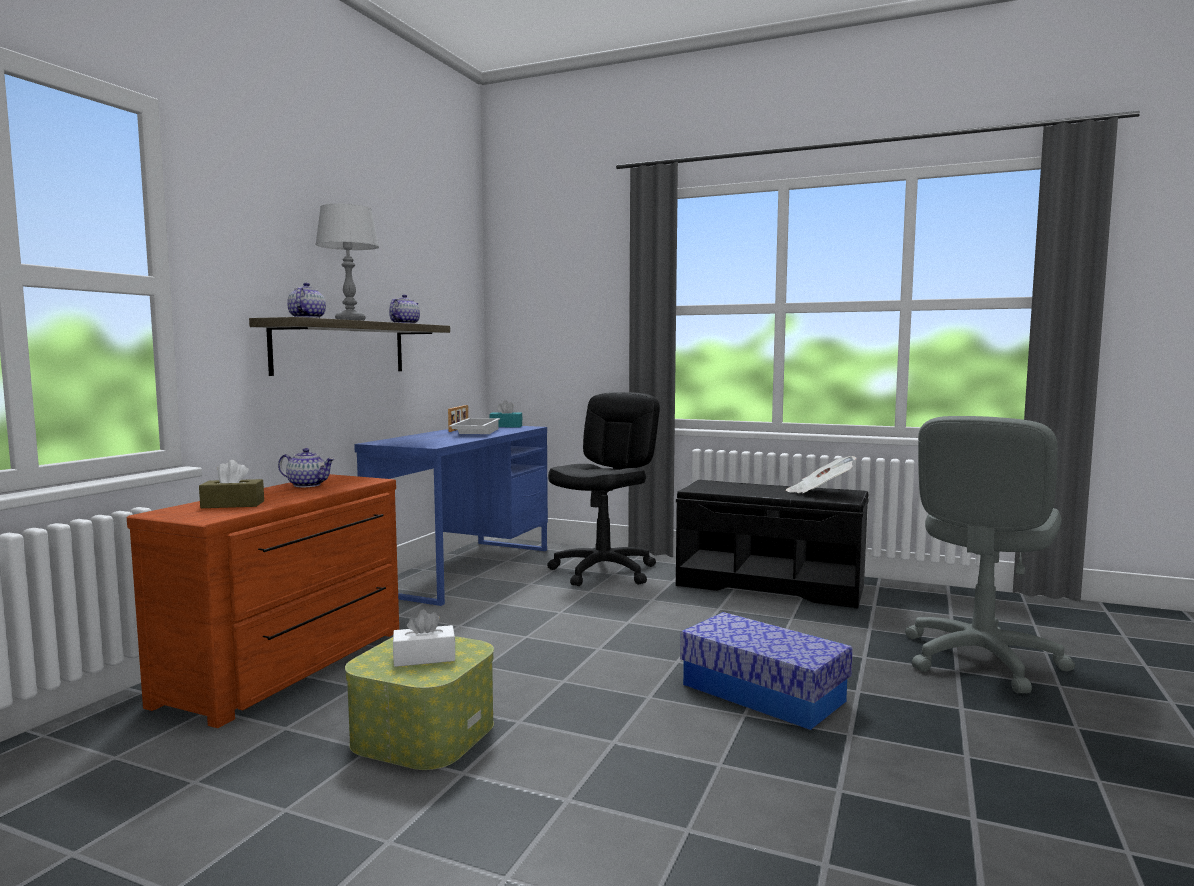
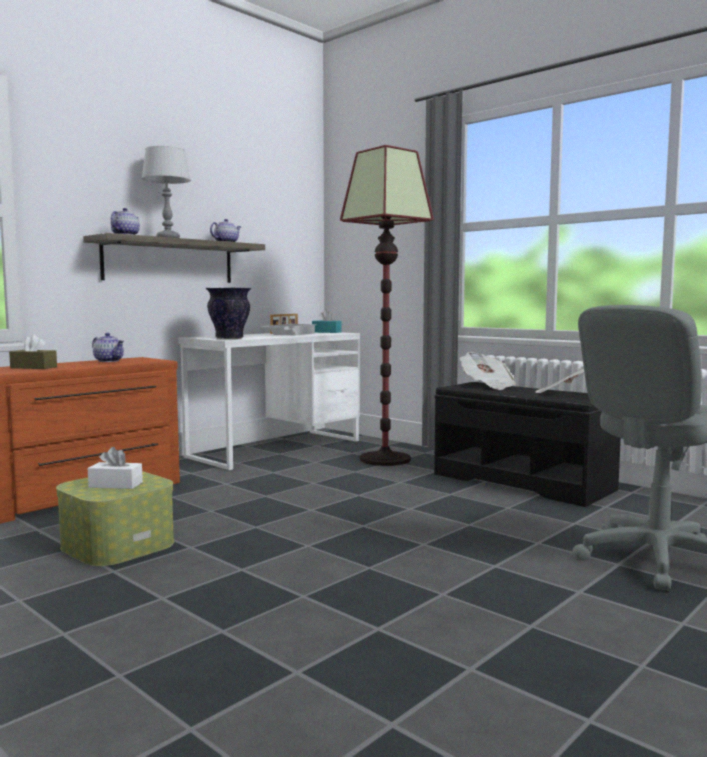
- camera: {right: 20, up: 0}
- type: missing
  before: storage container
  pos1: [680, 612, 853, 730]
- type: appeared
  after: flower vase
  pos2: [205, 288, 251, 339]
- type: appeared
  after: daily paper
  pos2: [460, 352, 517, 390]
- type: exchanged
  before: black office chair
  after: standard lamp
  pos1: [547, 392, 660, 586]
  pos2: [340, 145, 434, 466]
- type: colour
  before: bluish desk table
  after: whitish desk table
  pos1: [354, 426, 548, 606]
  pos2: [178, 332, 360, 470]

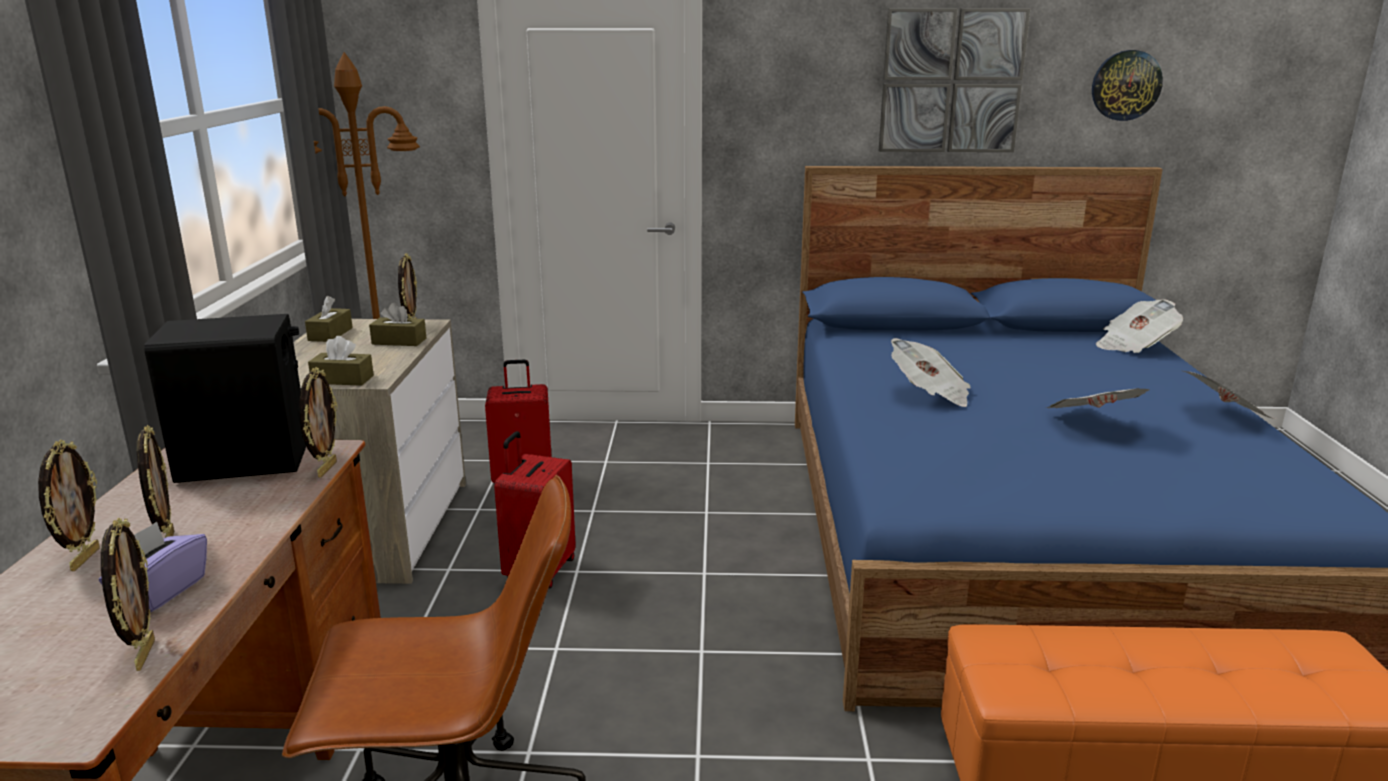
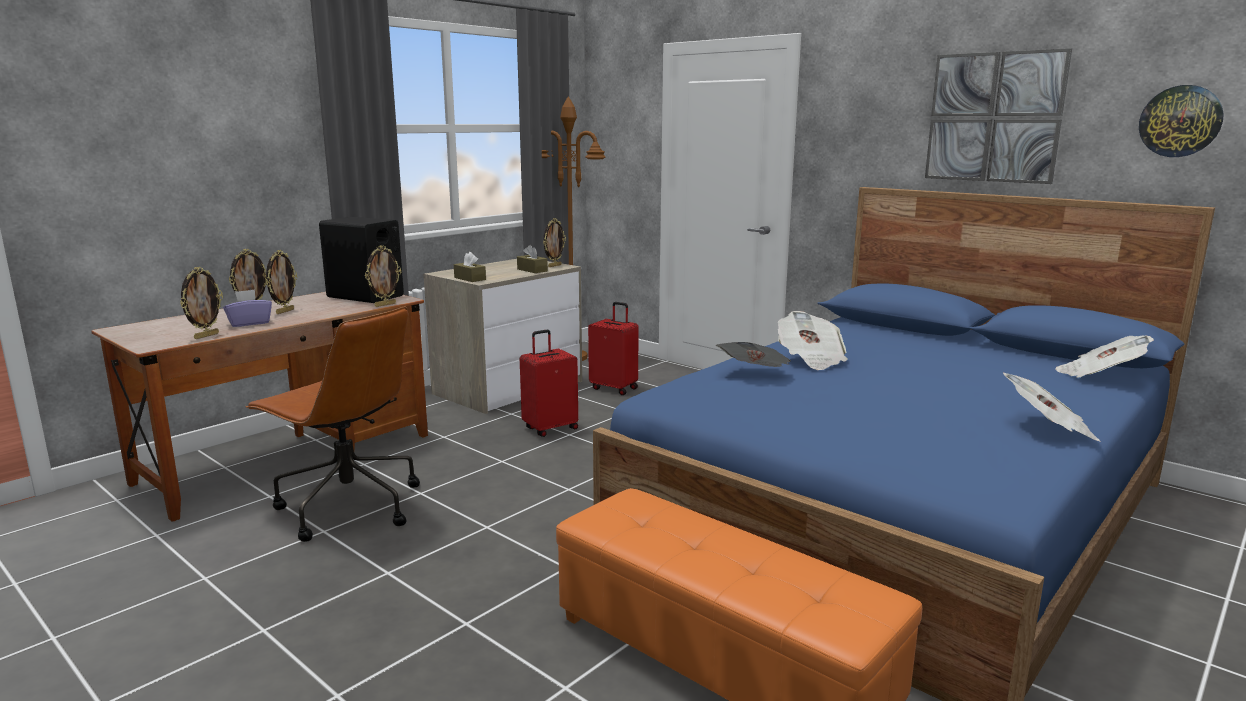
- camera: {right: 40, up: -5}
- type: missing
  before: brown-coloured box of tissues
  pos1: [305, 296, 353, 342]
- type: relocated
  before: daily paper
  pos1: [1047, 388, 1149, 408]
  pos2: [716, 342, 791, 367]

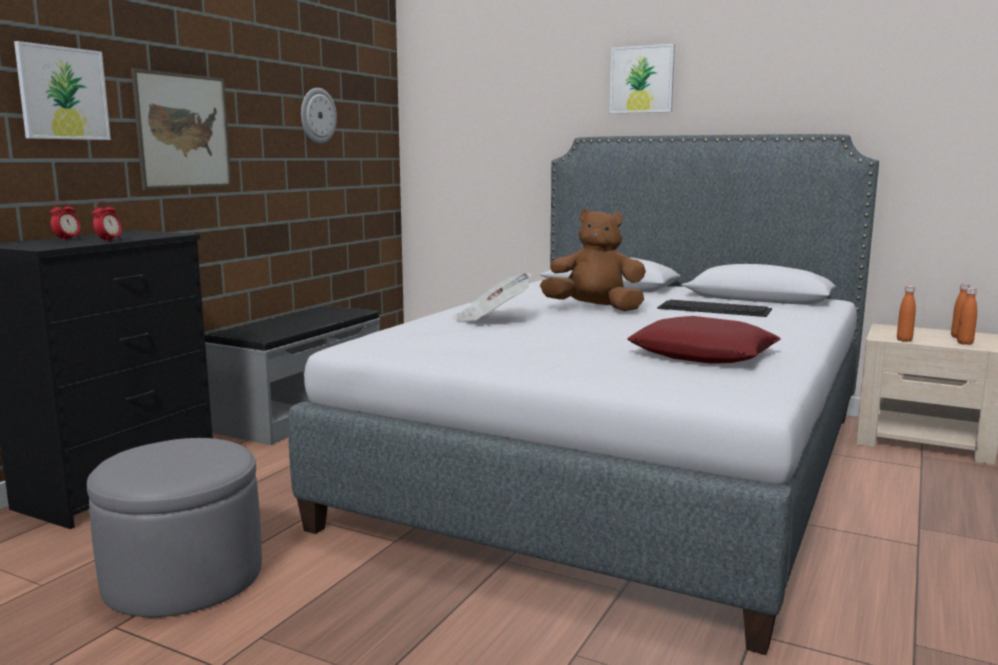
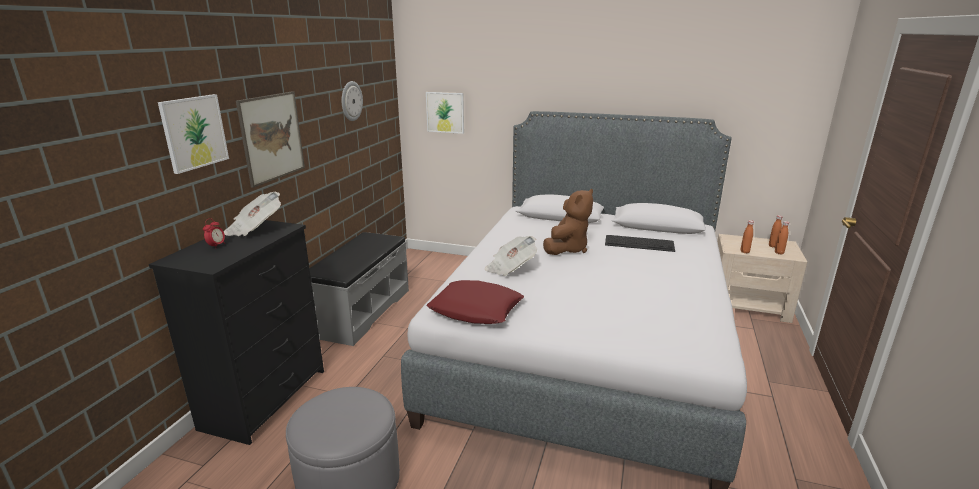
- camera: {right: -10, up: 10}
- type: missing
  before: bedside clock
  pos1: [92, 201, 122, 242]
- type: appeared
  after: daily paper
  pos2: [224, 192, 281, 236]
- type: relocated
  before: wall picture
  pos1: [609, 44, 675, 114]
  pos2: [426, 92, 464, 134]
- type: relocated
  before: reddish throw pillow
  pos1: [627, 316, 781, 364]
  pos2: [426, 280, 524, 324]
- type: spun
  before: brown-coloured cuddly toy
  pos1: [540, 209, 646, 311]
  pos2: [543, 189, 593, 255]
  turn: 120

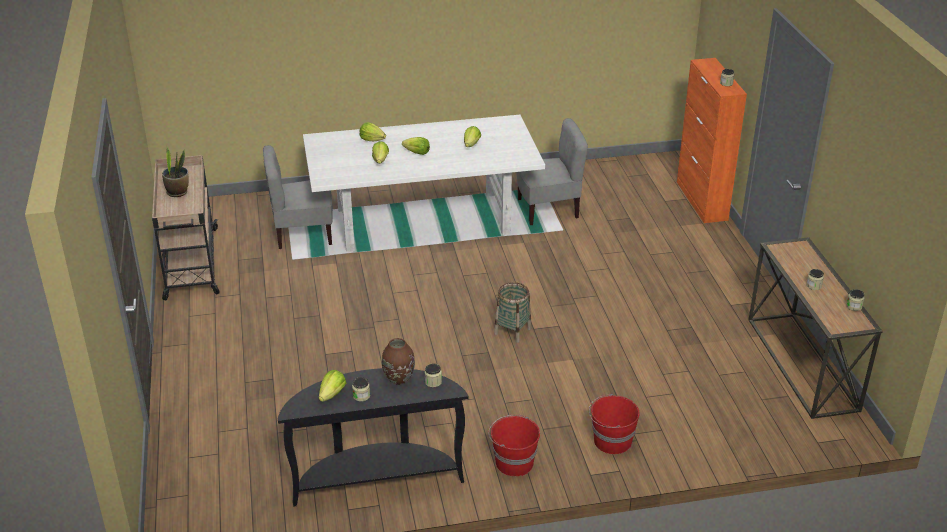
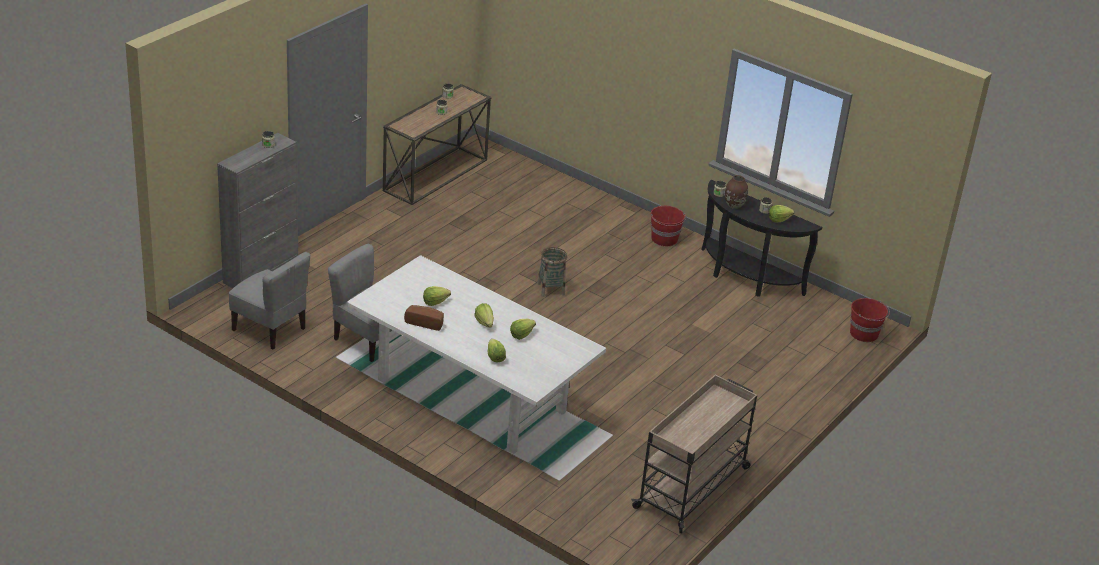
- camera: {right: -135, up: 0}
- type: missing
  before: houseplant
  pos1: [162, 147, 189, 197]
- type: appeared
  after: baked bread
  pos2: [404, 305, 444, 331]
- type: relocated
  before: greyish upright chair
  pos1: [263, 145, 333, 249]
  pos2: [229, 252, 310, 350]
- type: relocated
  before: reddish water bucket
  pos1: [589, 394, 640, 454]
  pos2: [850, 298, 890, 342]
- type: colour
  before: orange cabinet
  after: greyish cabinet
  pos1: [677, 58, 747, 223]
  pos2: [217, 133, 298, 288]

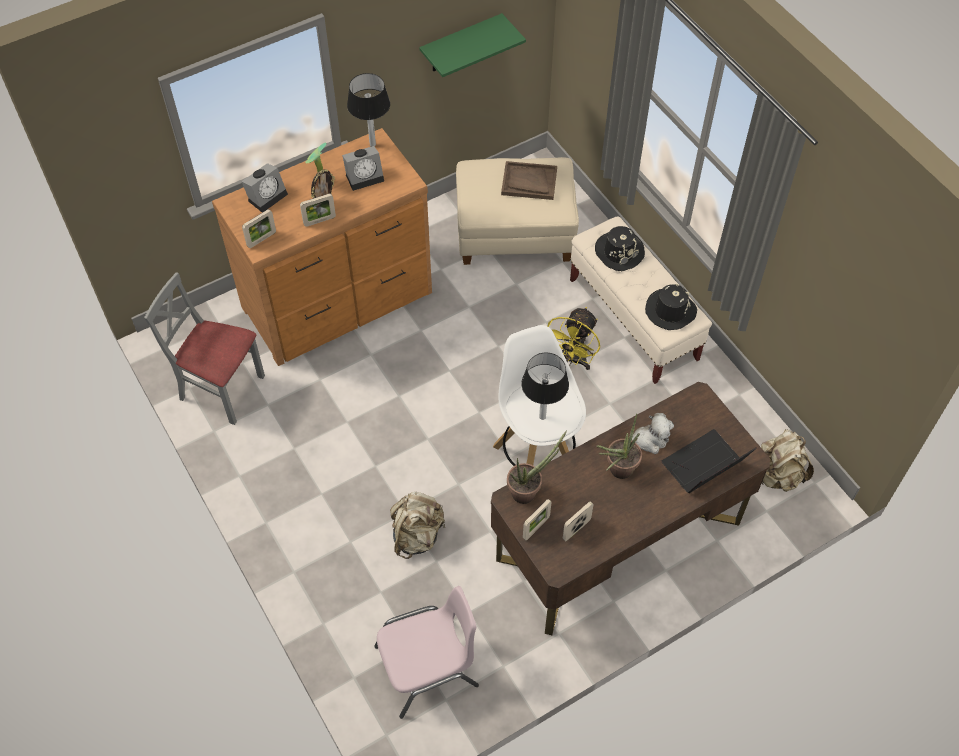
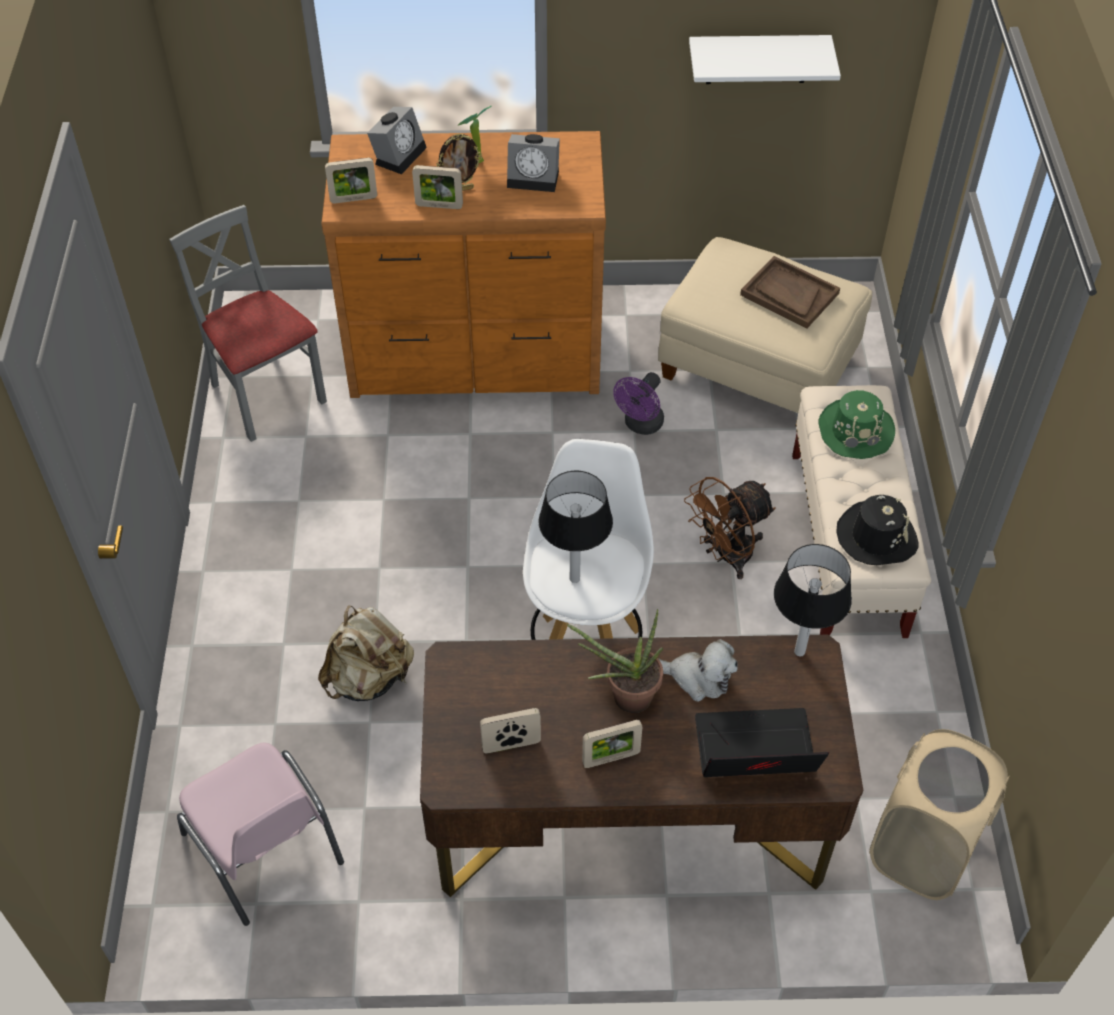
- camera: {right: 30, up: -5}
- type: missing
  before: houseplant
  pos1: [507, 430, 567, 504]
- type: appeared
  after: purplish fan
  pos2: [613, 372, 664, 435]
- type: relocated
  before: tabletop lamp
  pos1: [347, 73, 390, 147]
  pos2: [774, 544, 852, 657]
- type: relocated
  before: picture frame
  pos1: [523, 499, 551, 540]
  pos2: [582, 720, 642, 768]
- type: exchanged
  before: sand-coloured backpack
  after: sand-coloured hamper
  pos1: [761, 429, 814, 492]
  pos2: [869, 729, 1010, 900]
- type: colour
  before: greenish wall shelf
  after: whitish wall shelf
  pos1: [419, 13, 526, 77]
  pos2: [689, 35, 841, 84]
- type: colour
  before: yellow-coloured fan
  after: brown-coloured fan
  pos1: [548, 307, 600, 370]
  pos2: [684, 477, 776, 579]
- type: colour
  before: black clothing hat
  after: greenish clothing hat
  pos1: [595, 226, 645, 271]
  pos2: [819, 390, 895, 459]
- type: spun
  before: bedside clock
  pos1: [241, 163, 288, 212]
  pos2: [367, 107, 427, 174]
  turn: -45
- type: spun
  before: pink-coloured upright chair
  pos1: [374, 586, 479, 719]
  pos2: [177, 743, 344, 926]
  turn: 45

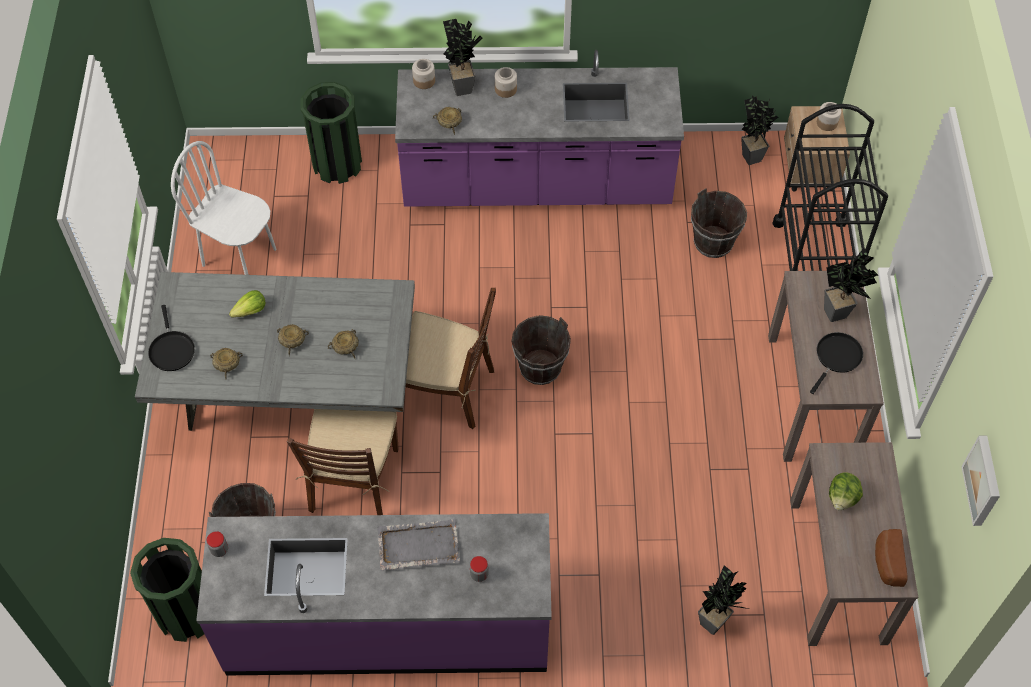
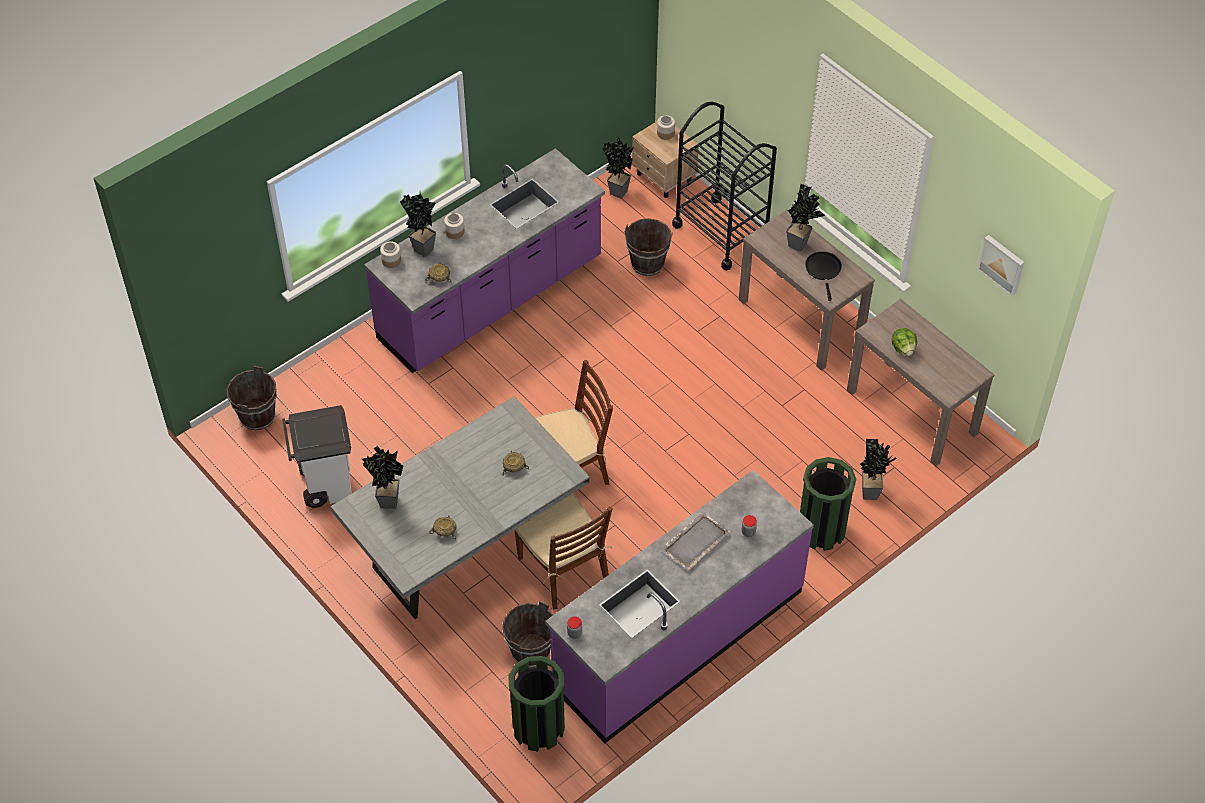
- camera: {right: -40, up: -5}
- type: missing
  before: black pan
  pos1: [148, 305, 195, 371]
- type: missing
  before: lettuce
  pos1: [229, 290, 265, 318]
- type: missing
  before: sand-coloured serving bowl
  pos1: [277, 324, 308, 356]
- type: missing
  before: baked bread
  pos1: [875, 529, 908, 587]
- type: appeared
  after: houseplant
  pos2: [362, 446, 404, 509]
- type: relocated
  before: greenish rubbish bin
  pos1: [300, 82, 362, 184]
  pos2: [800, 457, 856, 551]
- type: relocated
  before: brown-coloured water bucket
  pos1: [512, 315, 571, 385]
  pos2: [227, 366, 277, 430]
- type: exchanged
  before: whitish upright chair
  after: whitish rubbish bin
  pos1: [171, 141, 277, 275]
  pos2: [282, 405, 352, 508]

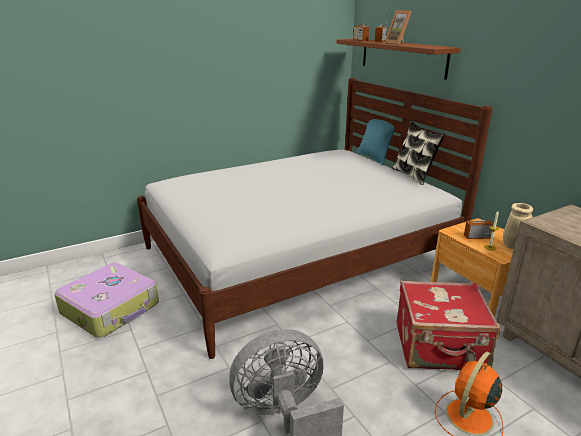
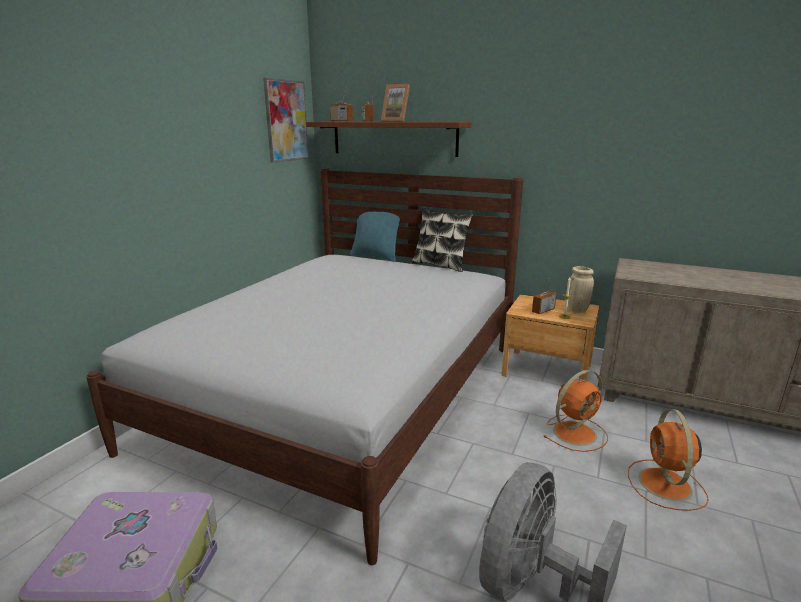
- camera: {right: -35, up: -5}
- type: appeared
  after: wall picture
  pos2: [263, 78, 309, 163]
- type: exchanged
  before: reddish piece of luggage
  after: orange fan
  pos1: [397, 281, 501, 370]
  pos2: [544, 370, 608, 452]

